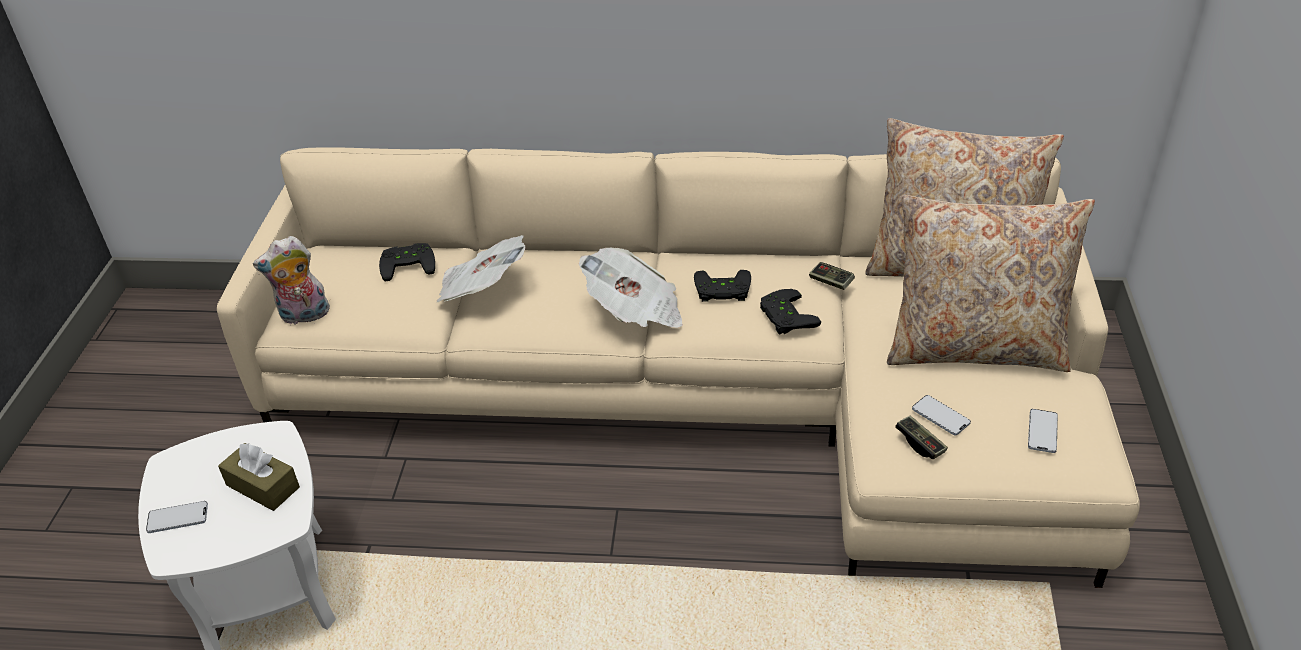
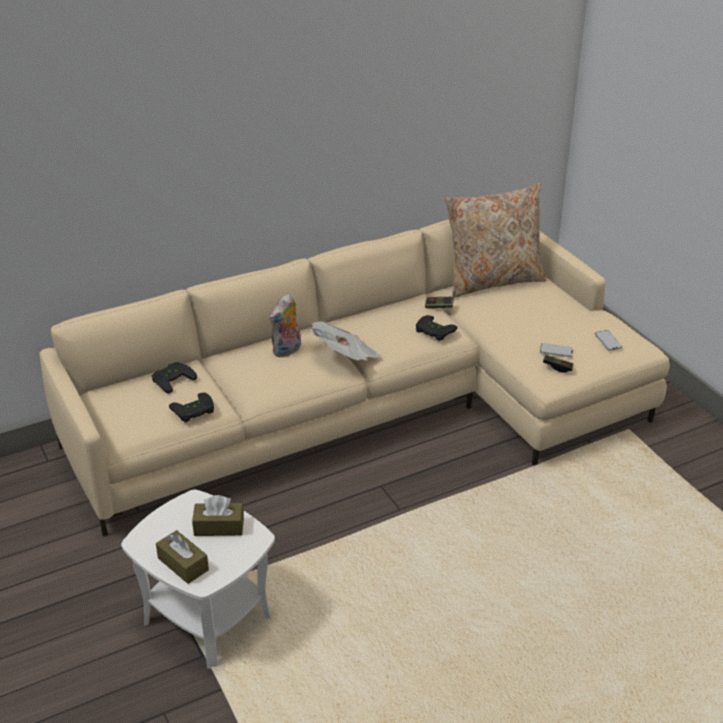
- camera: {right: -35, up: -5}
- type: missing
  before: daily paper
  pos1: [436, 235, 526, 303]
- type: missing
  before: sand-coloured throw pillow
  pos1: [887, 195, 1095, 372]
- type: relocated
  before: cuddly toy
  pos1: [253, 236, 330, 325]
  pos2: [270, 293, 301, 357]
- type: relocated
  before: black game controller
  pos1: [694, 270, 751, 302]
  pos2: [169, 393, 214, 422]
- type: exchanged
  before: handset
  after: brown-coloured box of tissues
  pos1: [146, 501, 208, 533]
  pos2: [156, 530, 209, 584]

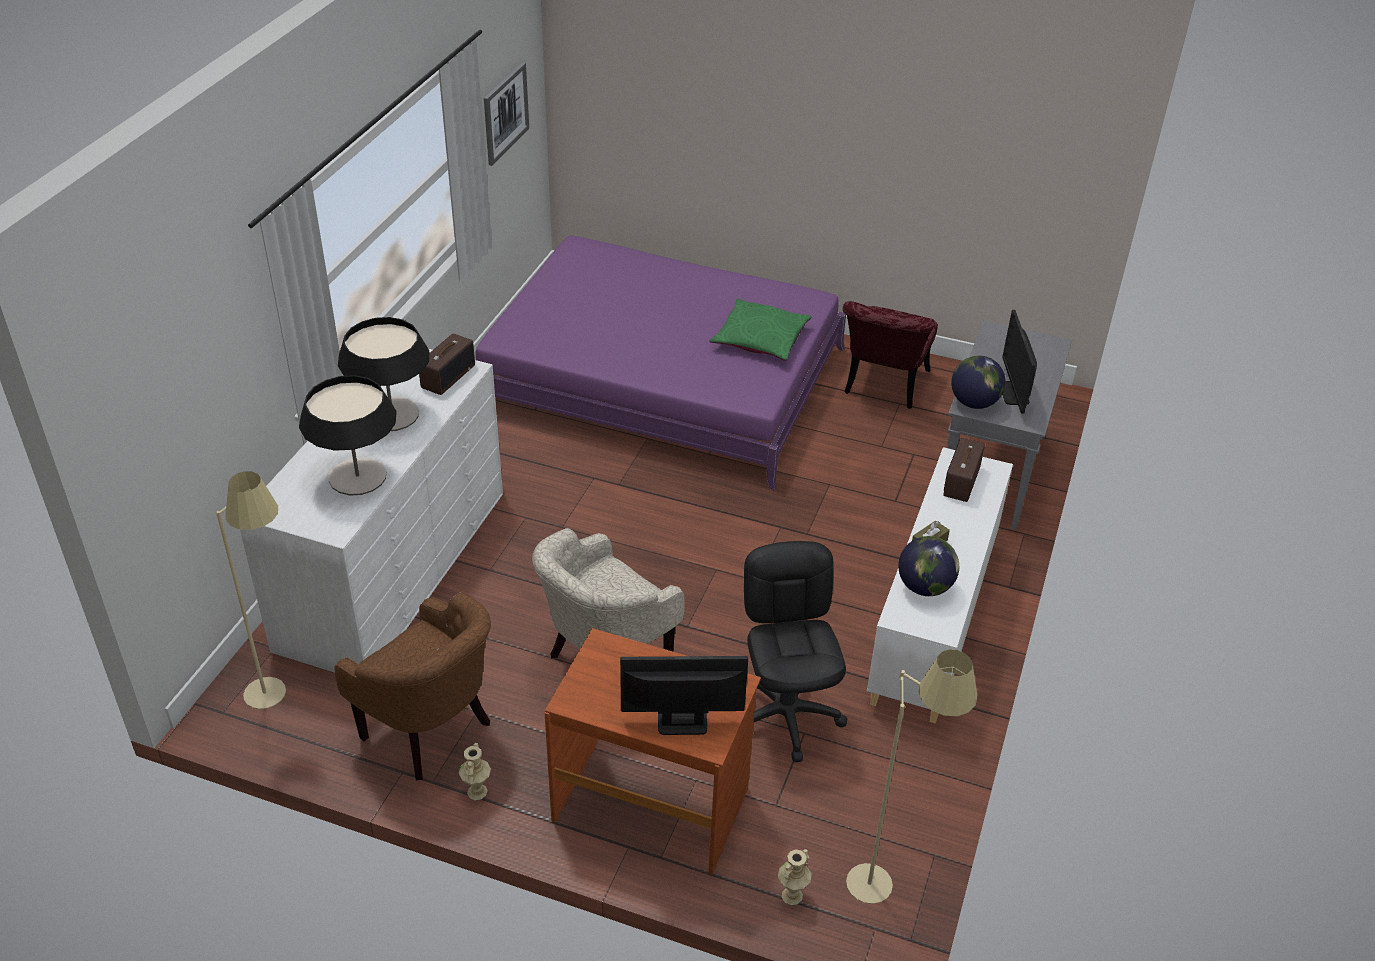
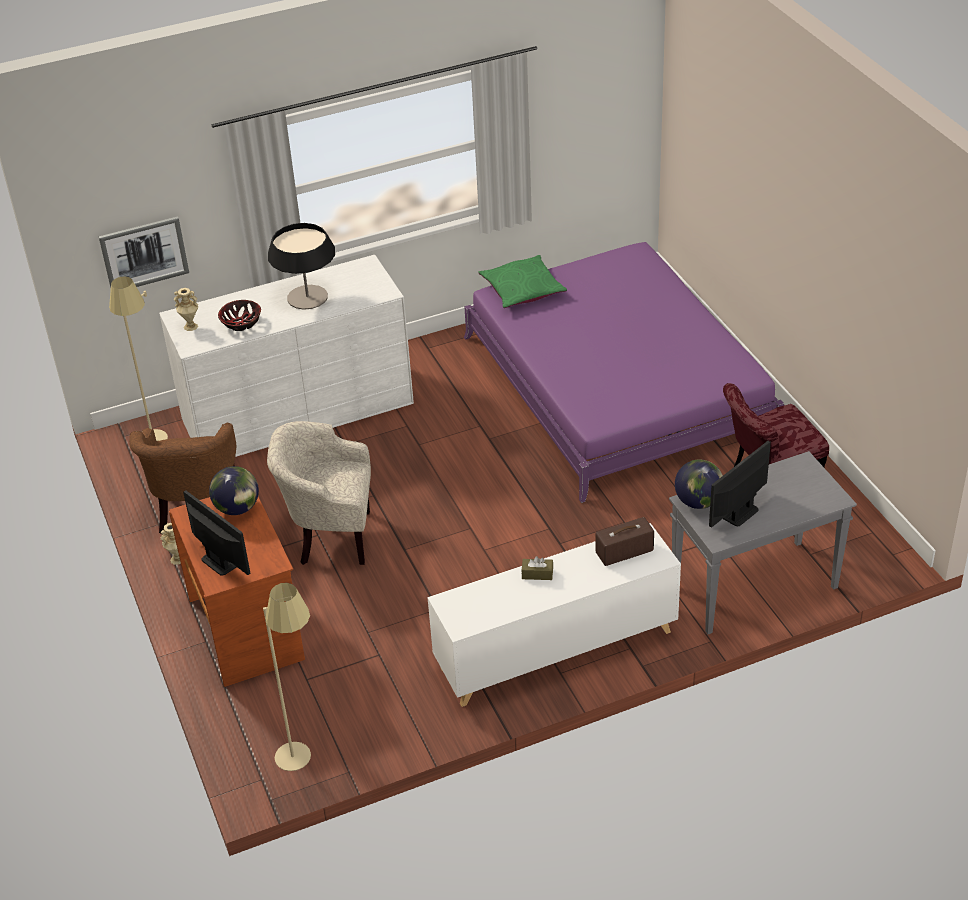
- camera: {right: 50, up: 0}
- type: missing
  before: radio
  pos1: [419, 334, 475, 395]
- type: missing
  before: black office chair
  pos1: [744, 541, 847, 762]
- type: relocated
  before: wall picture
  pos1: [484, 62, 529, 166]
  pos2: [99, 216, 189, 288]
- type: relocated
  before: greenish throw pillow
  pos1: [710, 299, 811, 361]
  pos2: [478, 255, 567, 308]
- type: relocated
  before: sand-coloured flower vase
  pos1: [778, 849, 812, 905]
  pos2: [174, 288, 198, 331]
- type: relocated
  before: desk globe
  pos1: [898, 536, 959, 596]
  pos2: [209, 466, 259, 515]
- type: exchanged
  before: tabletop lamp
  after: serving bowl
  pos1: [299, 375, 397, 496]
  pos2: [218, 300, 261, 331]

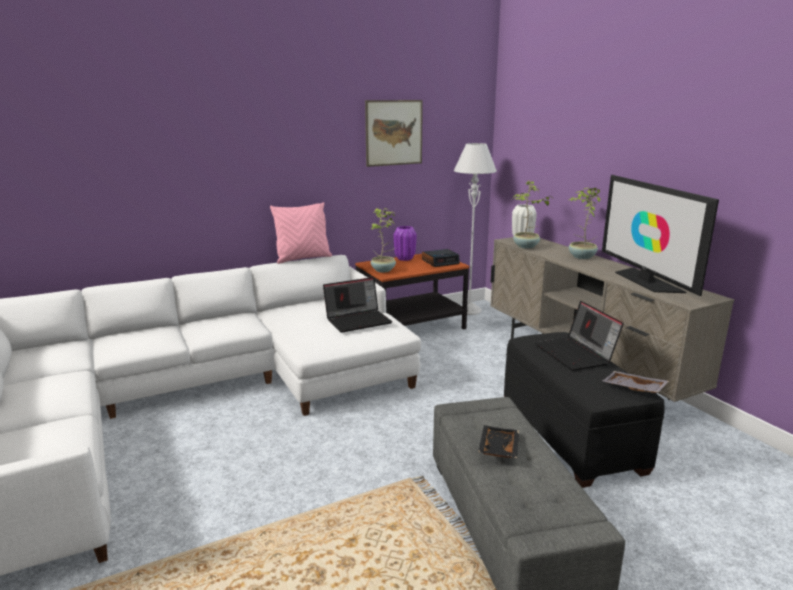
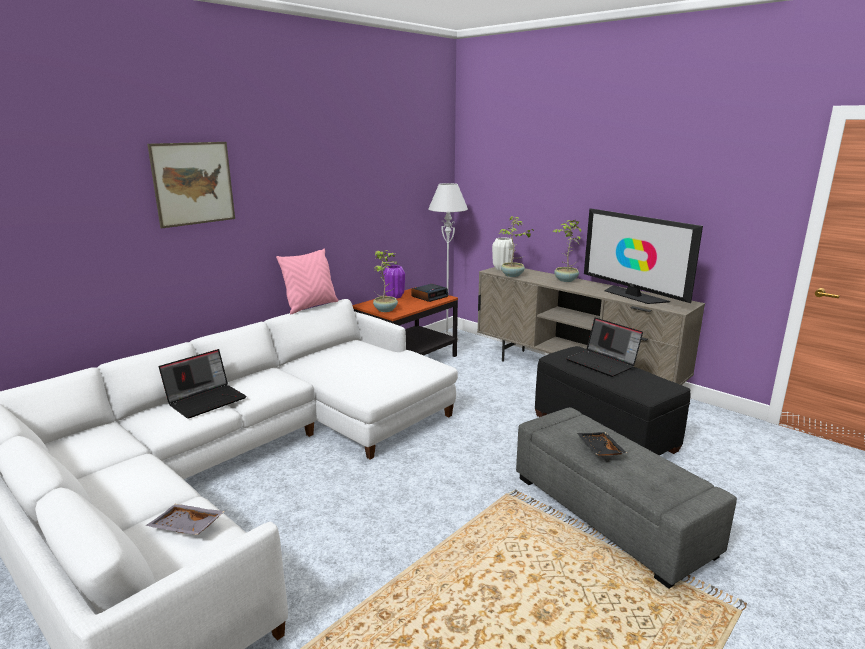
- camera: {right: -20, up: 0}
- type: relocated
  before: laptop
  pos1: [323, 277, 392, 333]
  pos2: [159, 349, 246, 419]
- type: relocated
  before: wall picture
  pos1: [365, 100, 423, 167]
  pos2: [147, 142, 235, 229]
- type: relocated
  before: greyish serving tray
  pos1: [602, 371, 669, 393]
  pos2: [145, 504, 225, 535]

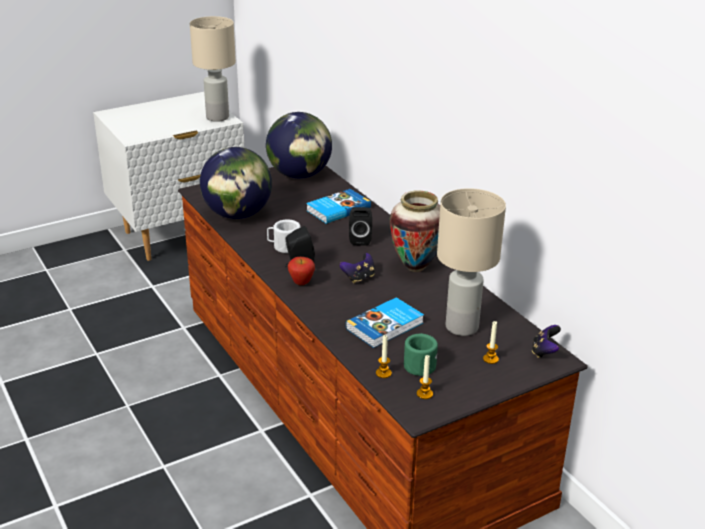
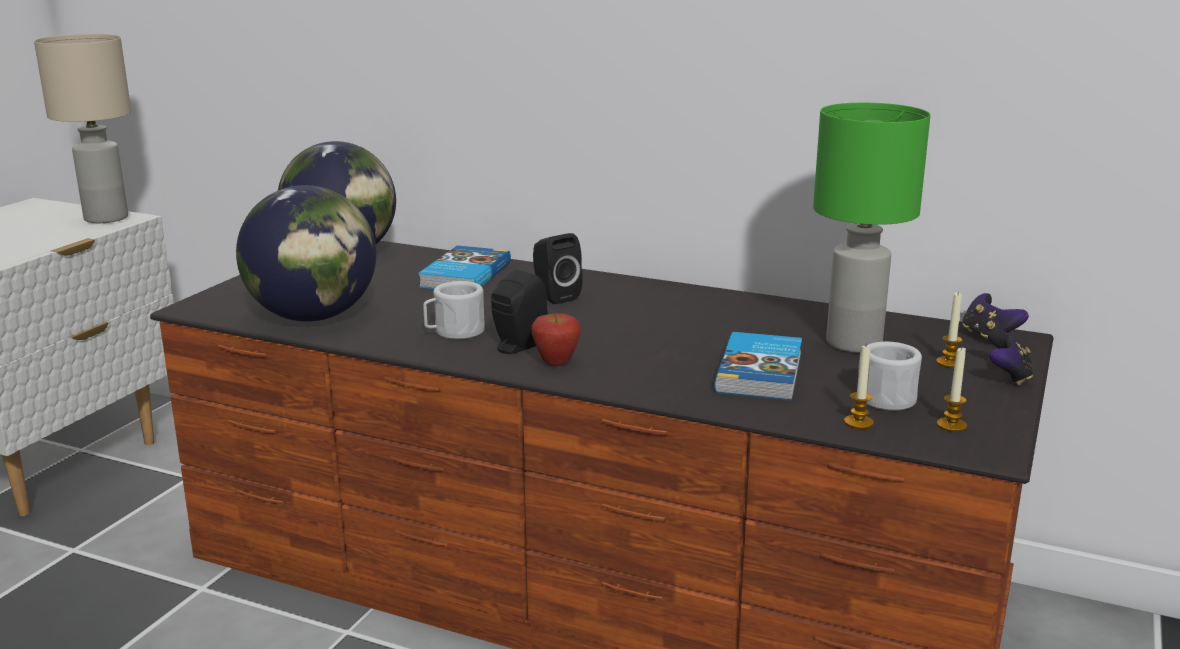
- camera: {right: -35, up: -10}
- type: missing
  before: flower vase
  pos1: [390, 190, 440, 272]
- type: relocated
  before: game controller
  pos1: [340, 253, 375, 283]
  pos2: [988, 329, 1033, 386]
- type: colour
  before: greenish coffee mug
  after: whitish coffee mug
  pos1: [404, 333, 438, 376]
  pos2: [858, 342, 922, 411]
- type: colour
  before: sand-coloured tabletop lamp
  after: greenish tabletop lamp
  pos1: [437, 188, 506, 336]
  pos2: [813, 103, 931, 353]

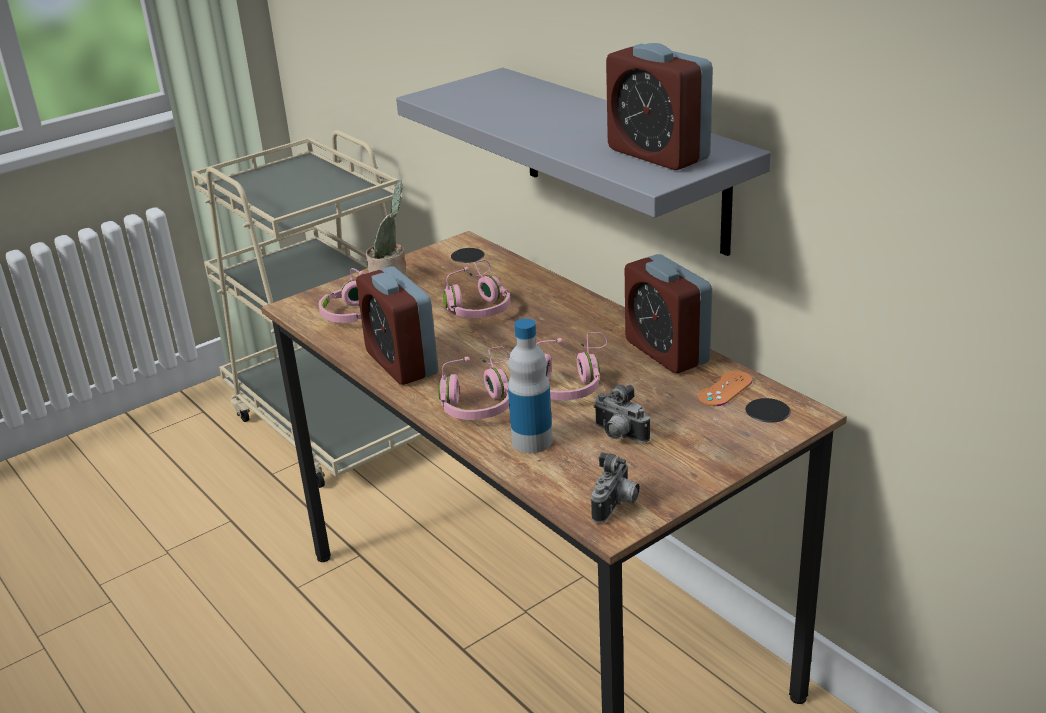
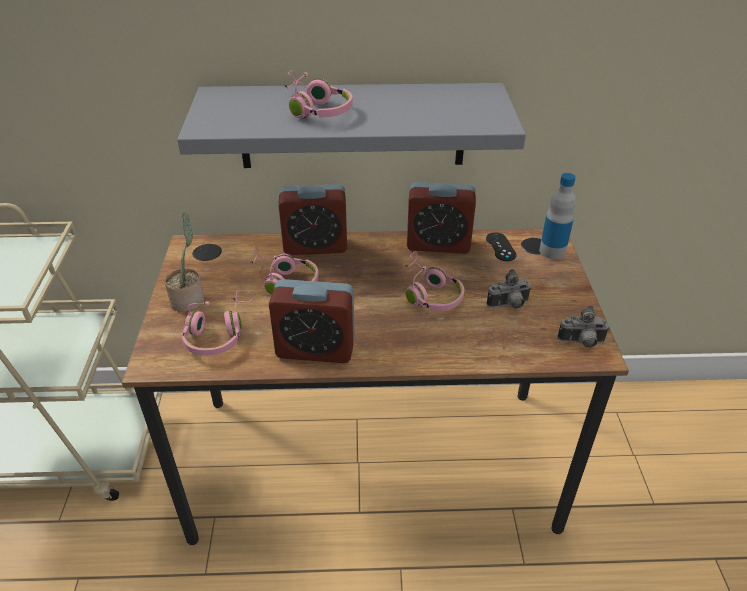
- camera: {right: -55, up: 10}
- type: relocated
  before: pink-coloured pair of headphones
  pos1: [438, 346, 509, 420]
  pos2: [283, 70, 353, 118]
- type: relocated
  before: drink bottle
  pos1: [508, 318, 553, 453]
  pos2: [539, 173, 576, 259]
- type: relocated
  before: bedside clock
  pos1: [606, 43, 713, 170]
  pos2: [278, 184, 347, 255]
- type: colour
  before: orange game controller
  after: black game controller
  pos1: [698, 371, 752, 406]
  pos2: [486, 232, 516, 261]
- type: spun
  before: photo camera
  pos1: [591, 452, 639, 523]
  pos2: [557, 305, 609, 348]
  turn: 120

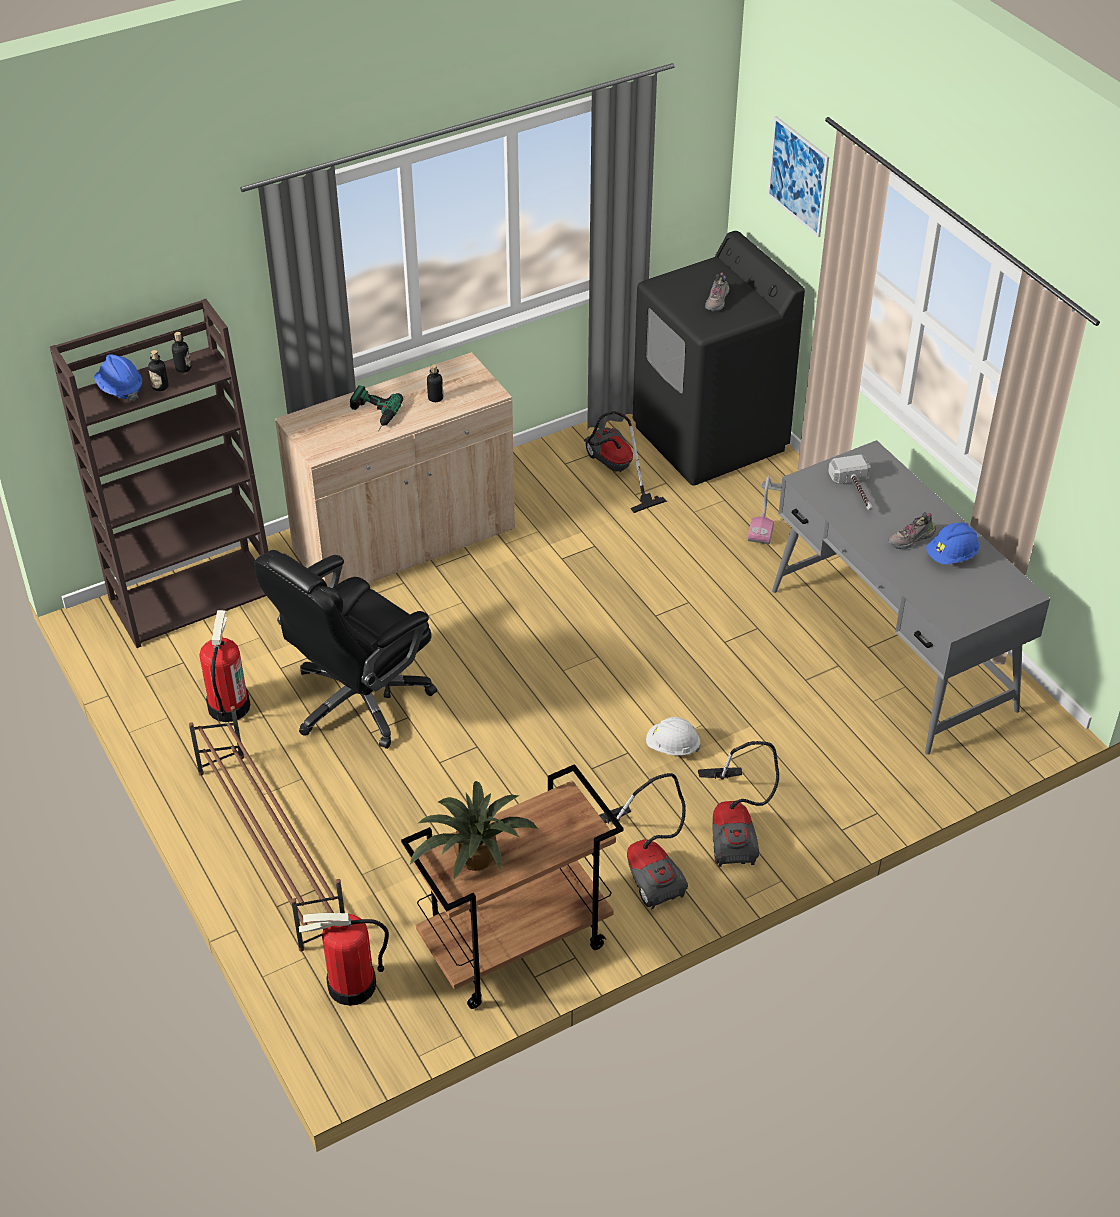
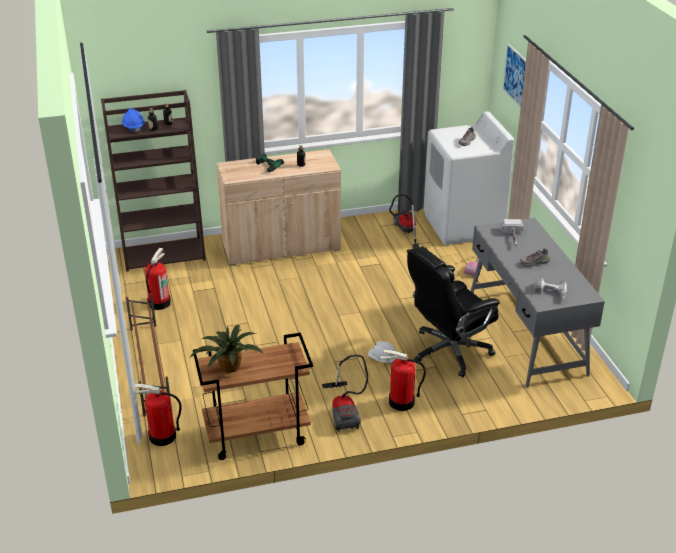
- camera: {right: 15, up: -10}
- type: missing
  before: bluish work helmet
  pos1: [926, 522, 980, 564]
- type: appeared
  after: power drill
  pos2: [534, 278, 567, 301]
- type: relocated
  before: black office chair
  pos1: [254, 550, 437, 749]
  pos2: [407, 247, 500, 378]
- type: exchanged
  before: vacuum
  after: fire-fighting cylinder
  pos1: [698, 741, 779, 867]
  pos2: [380, 349, 426, 411]
- type: colour
  before: black washing machine
  after: whitish washing machine
  pos1: [633, 231, 805, 486]
  pos2: [423, 111, 514, 245]

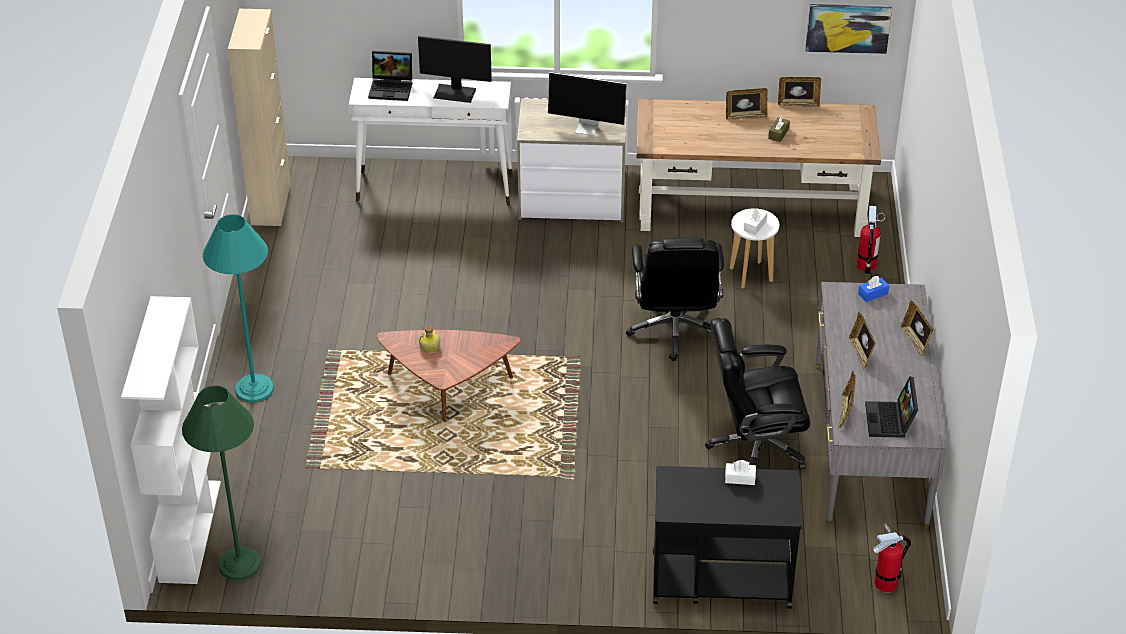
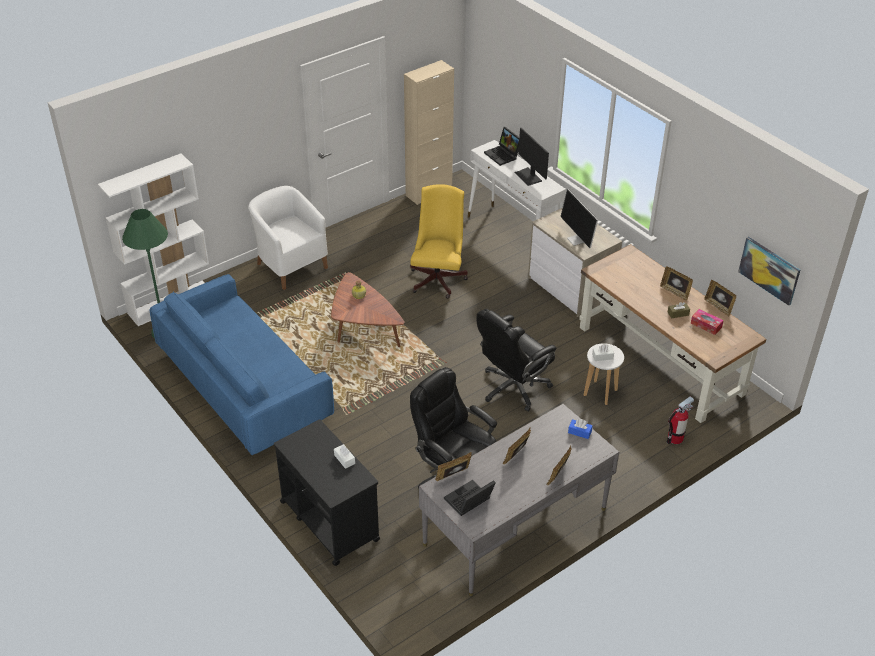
- camera: {right: 50, up: 0}
- type: missing
  before: fire-fighting cylinder
  pos1: [873, 523, 911, 593]
- type: appeared
  after: bluish settee
  pos2: [150, 274, 334, 455]
- type: appeared
  after: yellow-coloured office chair
  pos2: [410, 184, 468, 299]
- type: appeared
  after: box of tissues
  pos2: [691, 309, 724, 335]
- type: exchanged
  before: turquoise standard lamp
  after: whitish armchair
  pos1: [203, 214, 274, 402]
  pos2: [248, 186, 328, 290]

